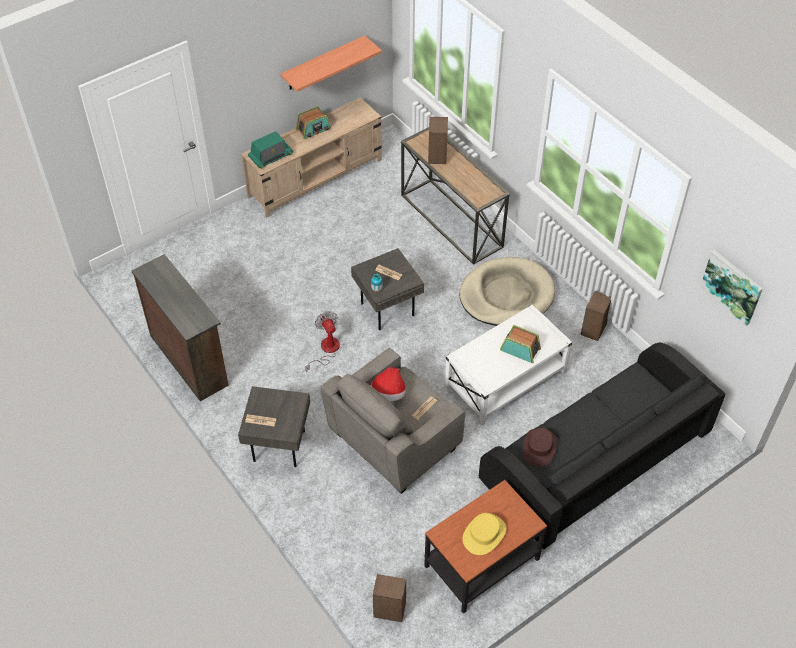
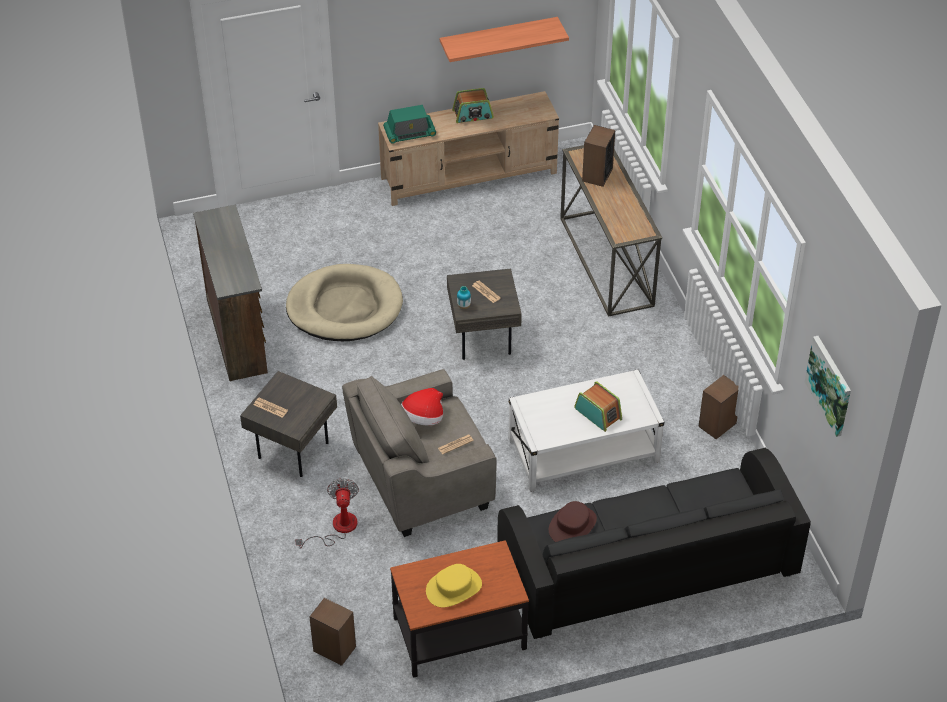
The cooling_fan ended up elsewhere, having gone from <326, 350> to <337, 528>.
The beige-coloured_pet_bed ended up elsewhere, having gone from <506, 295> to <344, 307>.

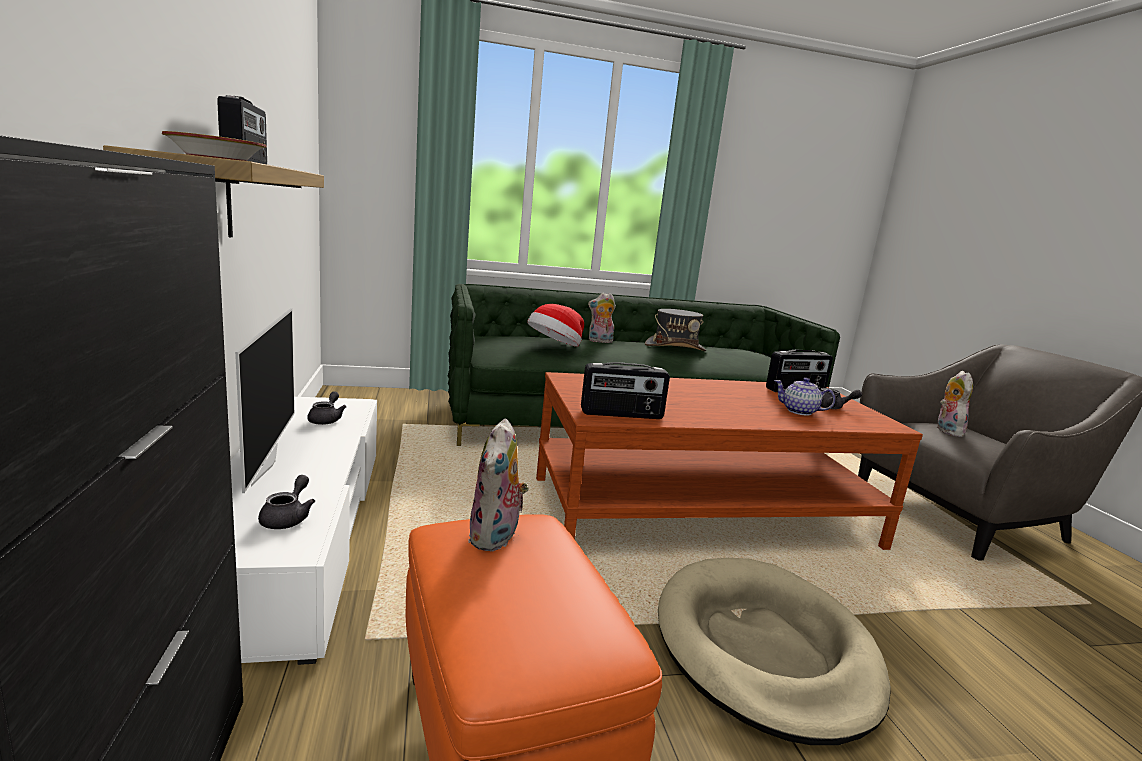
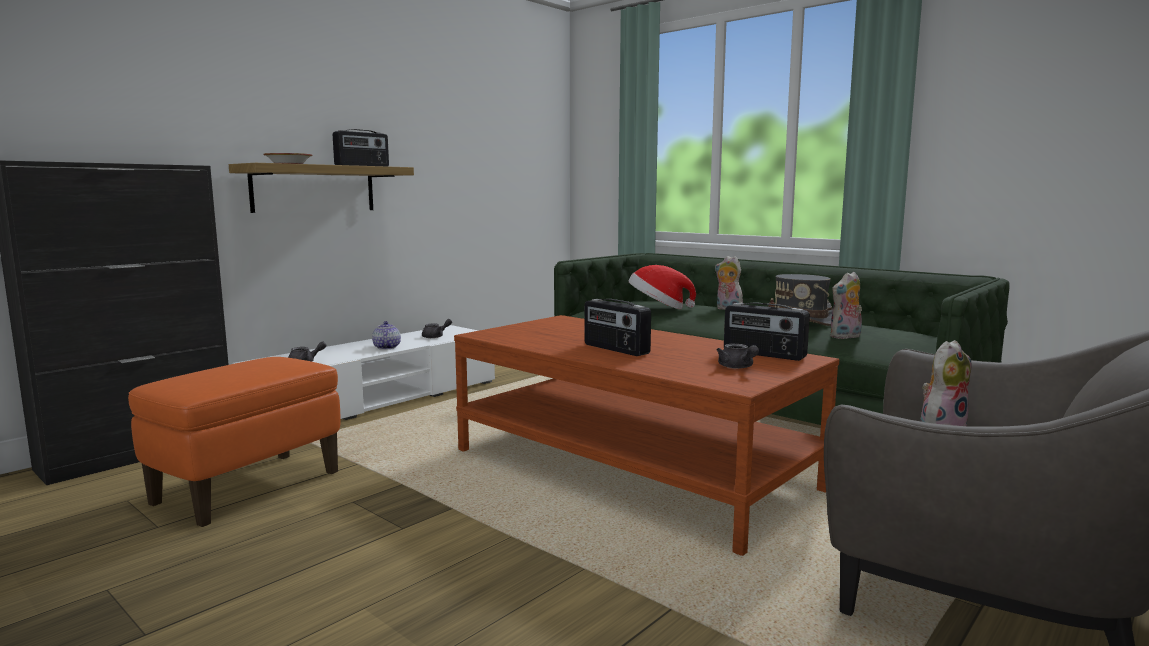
The second view lost the TV_set at <263, 463>.
The cuddly_toy ended up elsewhere, having gone from <496, 538> to <845, 337>.
The radio ended up elsewhere, having gone from <621, 414> to <615, 349>.
The second view lost the beige-coloured_pet_bed at <764, 649>.
The teapot ended up elsewhere, having gone from <800, 411> to <386, 347>.

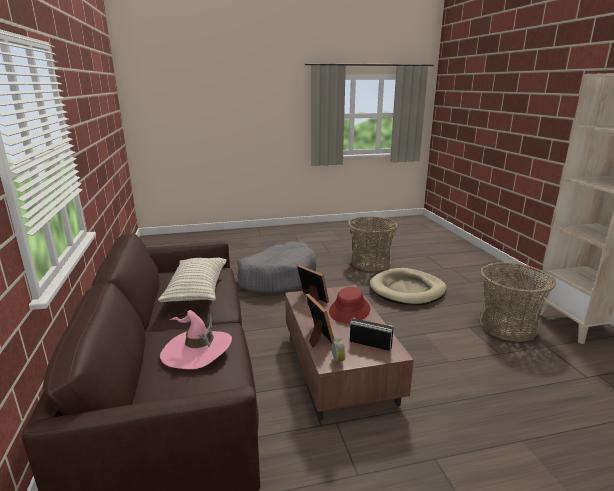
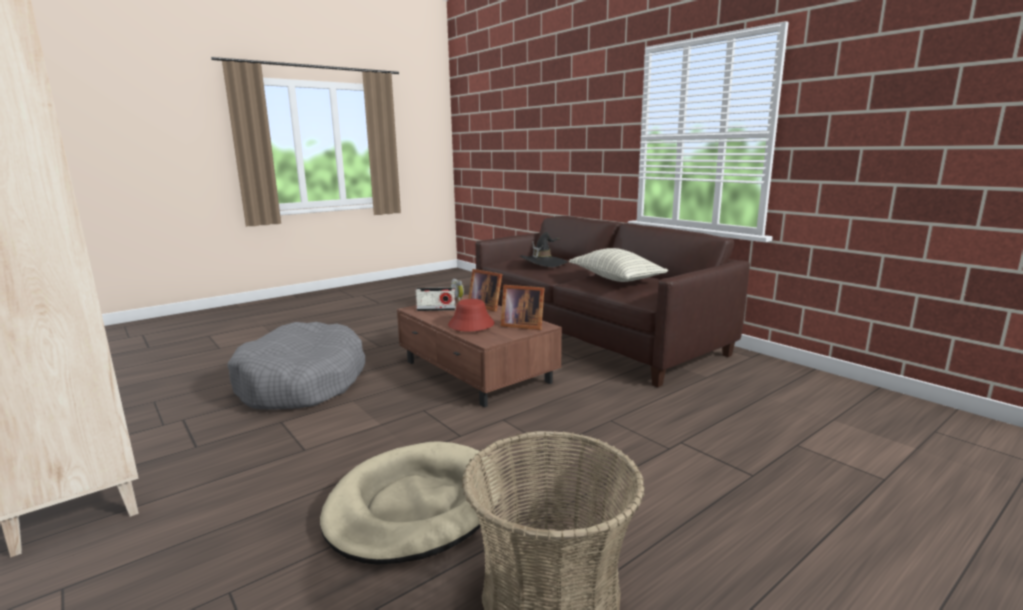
What was the pinkish_clothing_hat at <197, 351> turned into the black-coloured_clothing_hat at <543, 263>.
The greyish_pet_bed ended up elsewhere, having gone from <278, 277> to <302, 383>.
The second view lost the basket at <507, 326>.

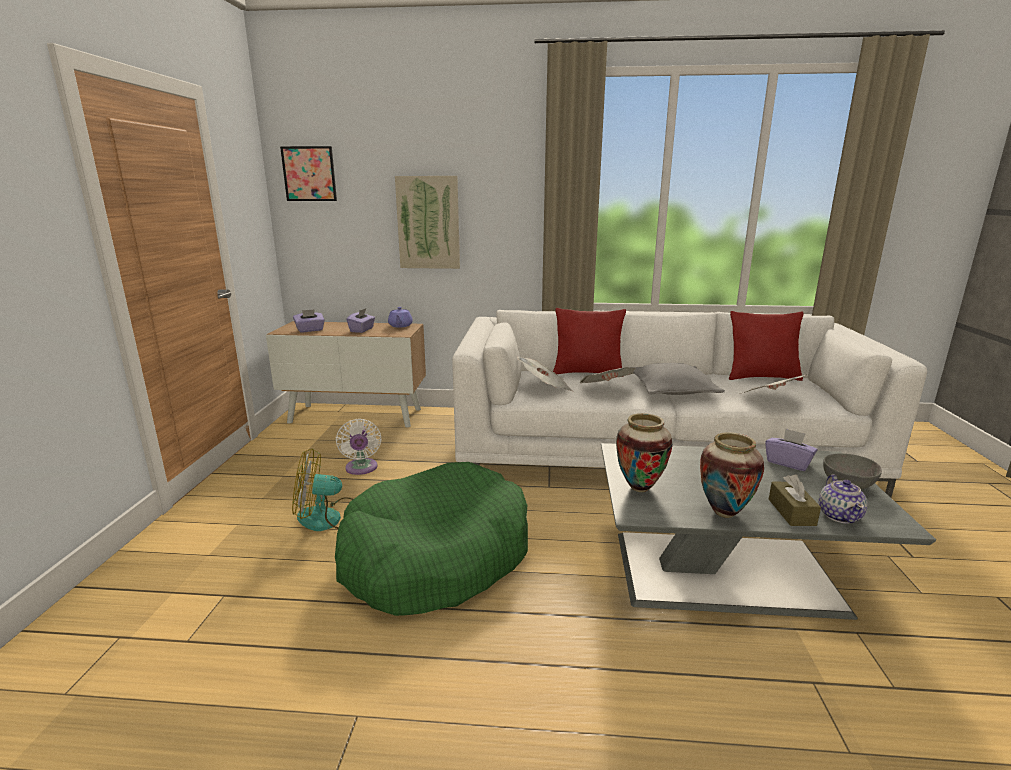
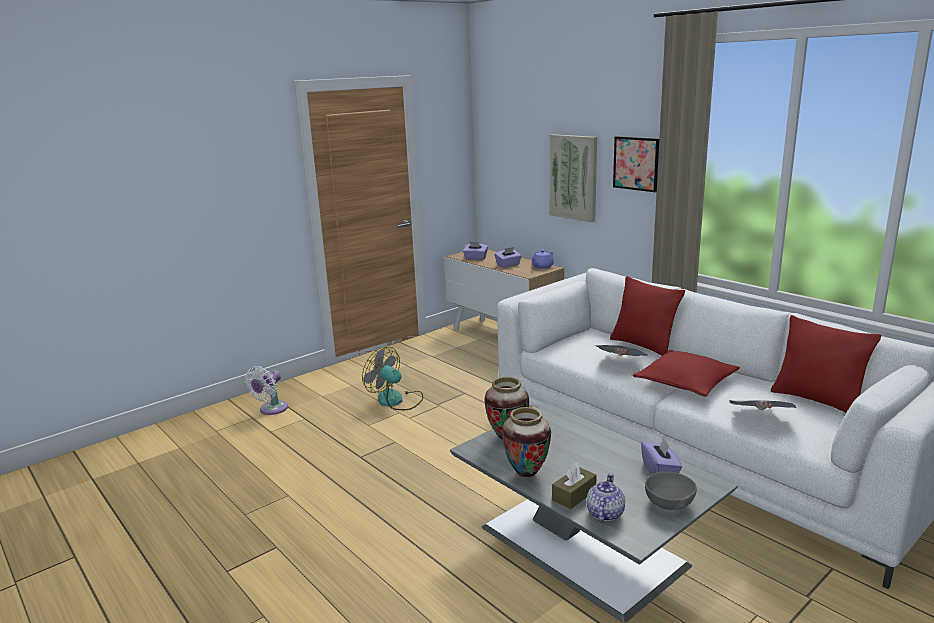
The wall_picture ended up elsewhere, having gone from <309, 174> to <636, 163>.
The second view lost the green-coloured_pet_bed at <436, 556>.
The whitish_cooling_fan ended up elsewhere, having gone from <361, 469> to <271, 409>.
The second view lost the printed_paper at <545, 388>.
What was the greyish_cushion at <672, 390> turned into the red-coloured_cushion at <685, 383>.
The teapot at <839, 515> ended up facing another way, 150 degrees clockwise from before.

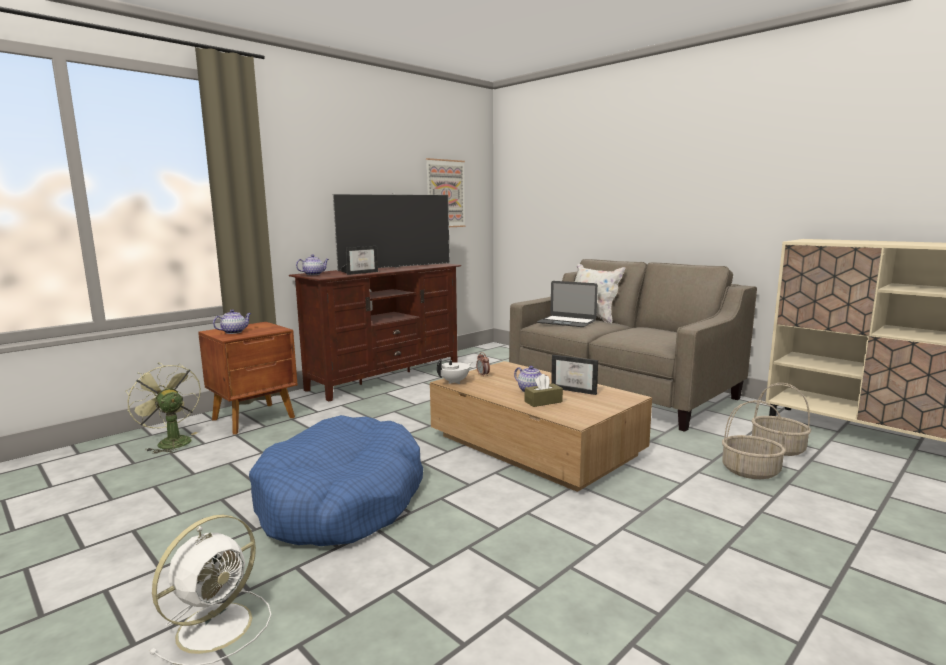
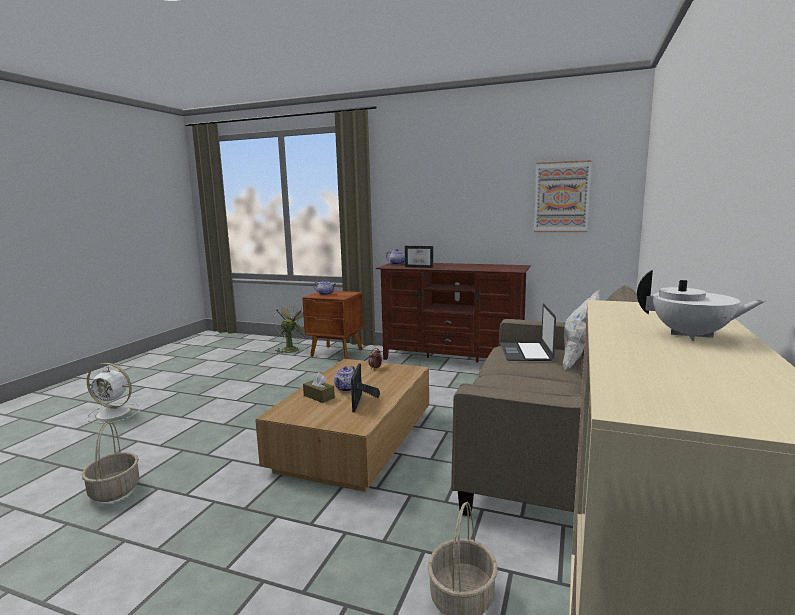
The second view lost the blue_pet_bed at <341, 501>.
The second view lost the TV_set at <396, 267>.
The whitish_teapot ended up elsewhere, having gone from <455, 382> to <692, 336>.
The basket ended up elsewhere, having gone from <750, 471> to <114, 490>.

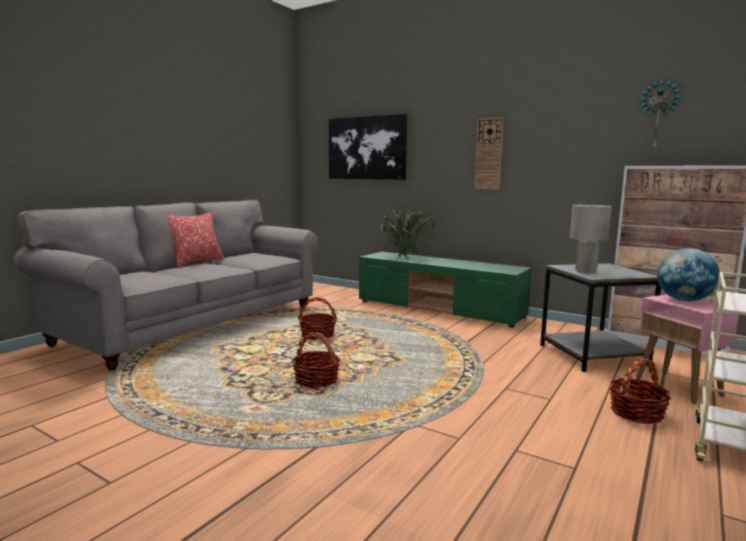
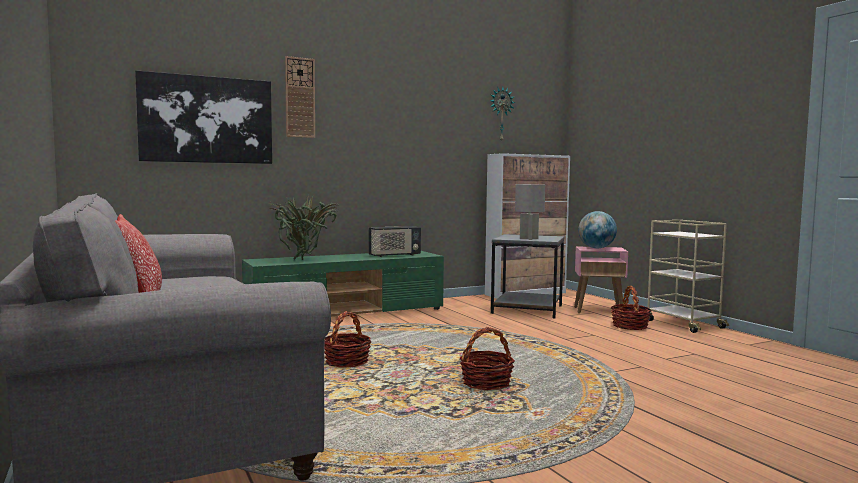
The wall_clock ended up elsewhere, having gone from <489, 154> to <300, 97>.
The second view gained the radio at <394, 255>.

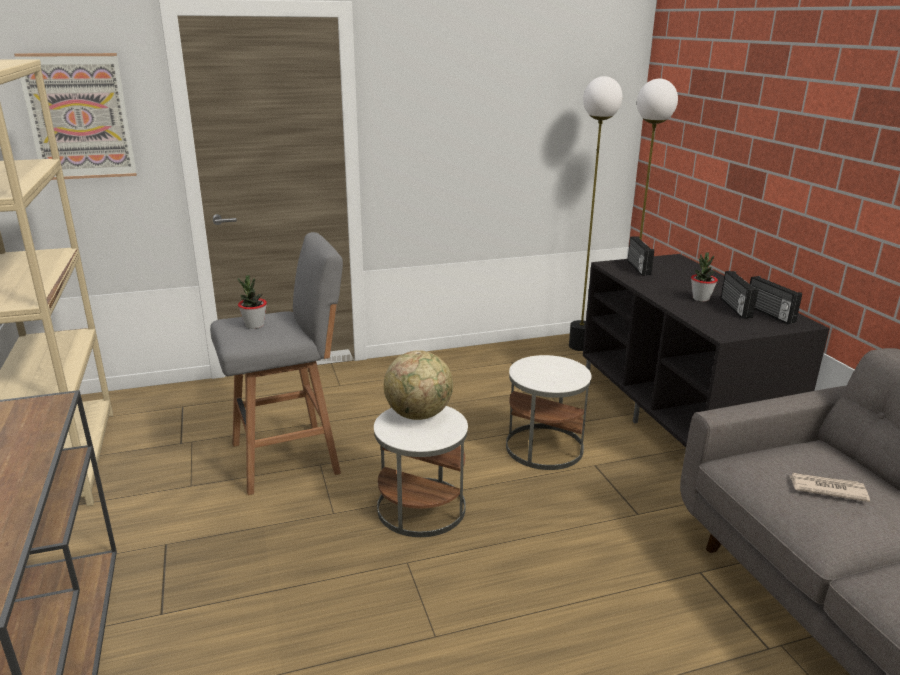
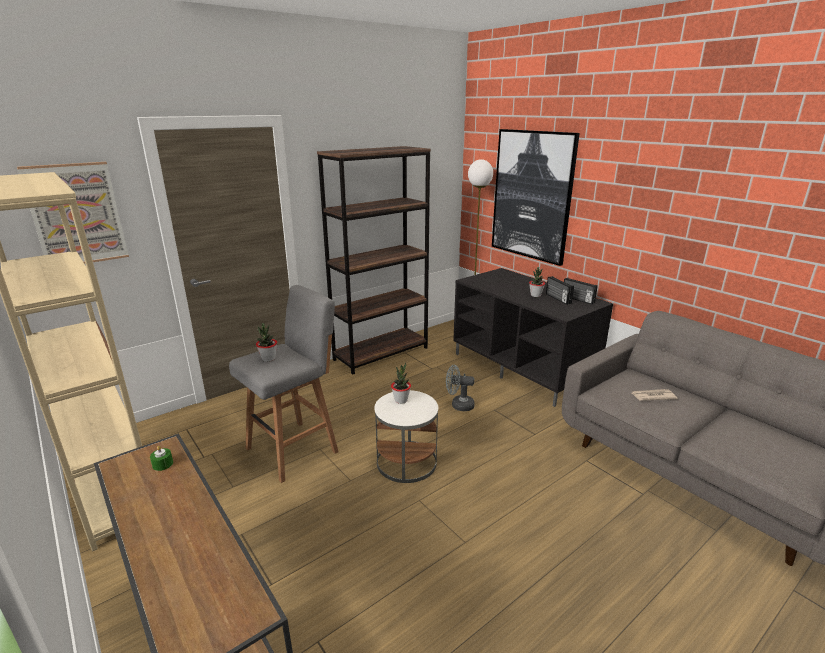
Where the globe stood at <419, 415>, the houseplant came to stand at <401, 400>.
Where the whitish_accent_table stood at <544, 448>, the greyish_cooling_fan came to stand at <458, 405>.
The second view lost the standing_lamp at <580, 346>.
The second view lost the radio at <637, 268>.
The second view gained the green-coloured_candle at <162, 464>.
The second view gained the brown_bookshelf at <381, 353>.
The second view gained the wall_picture at <532, 195>.

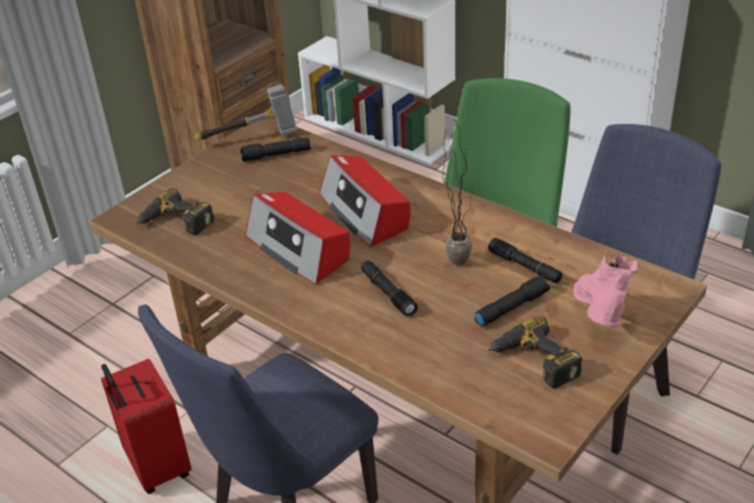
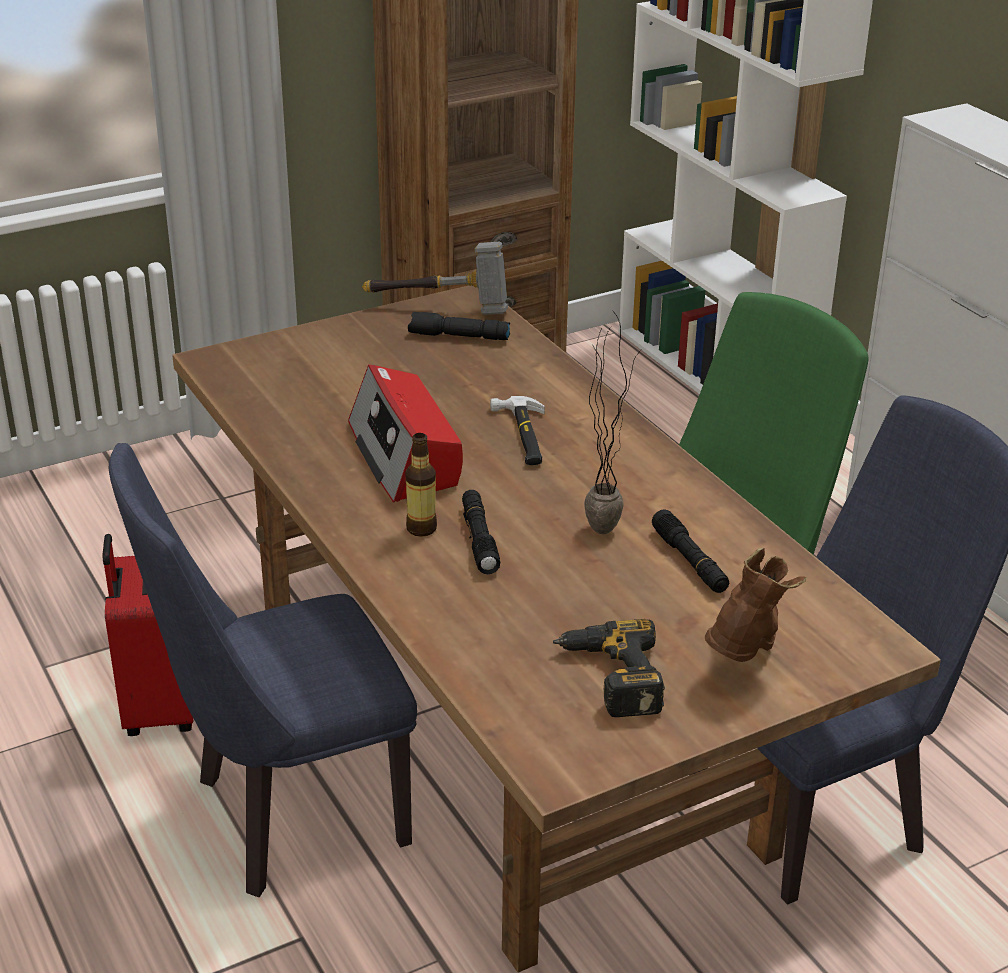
The second view lost the drill at <175, 223>.
Where the radio stood at <365, 212>, the hand_hammer came to stand at <523, 435>.
The second view lost the black-coloured_flashlight at <511, 307>.
What was the pinkish_boot at <599, 318> turned into the brown_boot at <744, 654>.
The second view gained the bottle at <421, 528>.

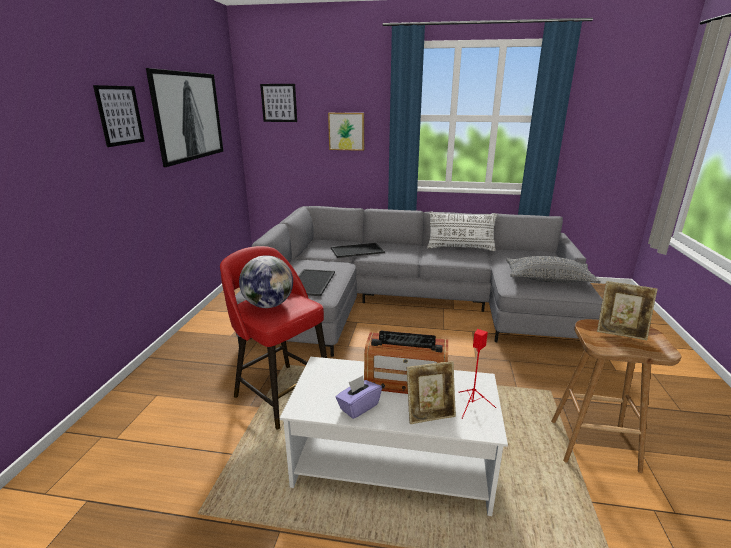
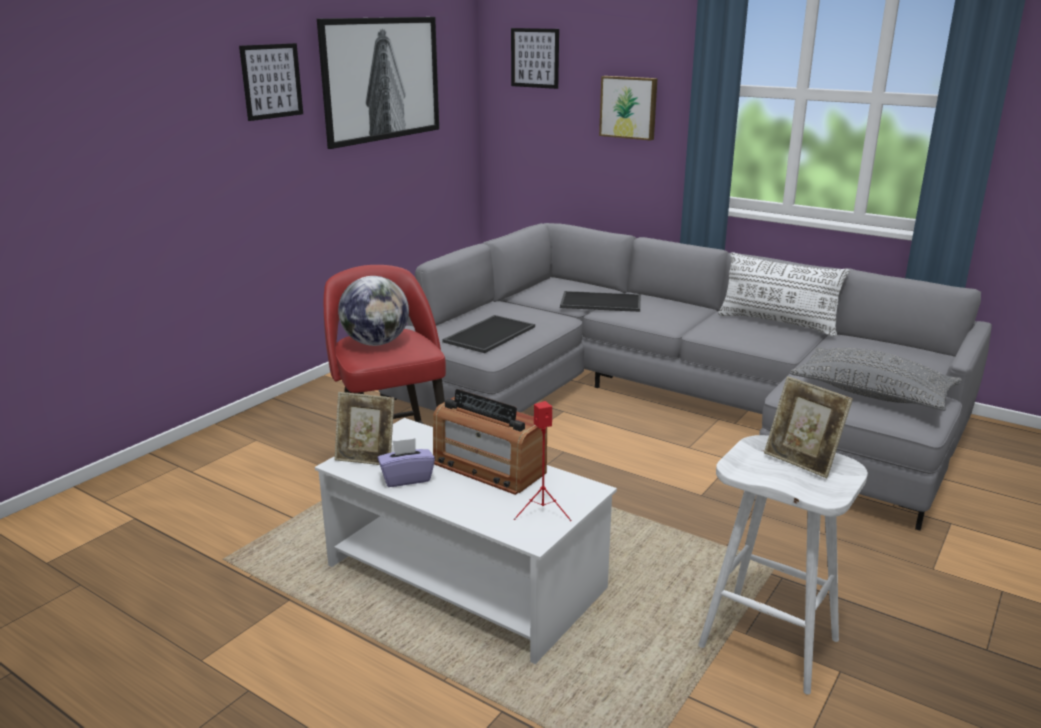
The photo_frame ended up elsewhere, having gone from <430, 414> to <366, 458>.
What was the brown_sitting_stool at <594, 444> turned into the whitish_sitting_stool at <771, 643>.

